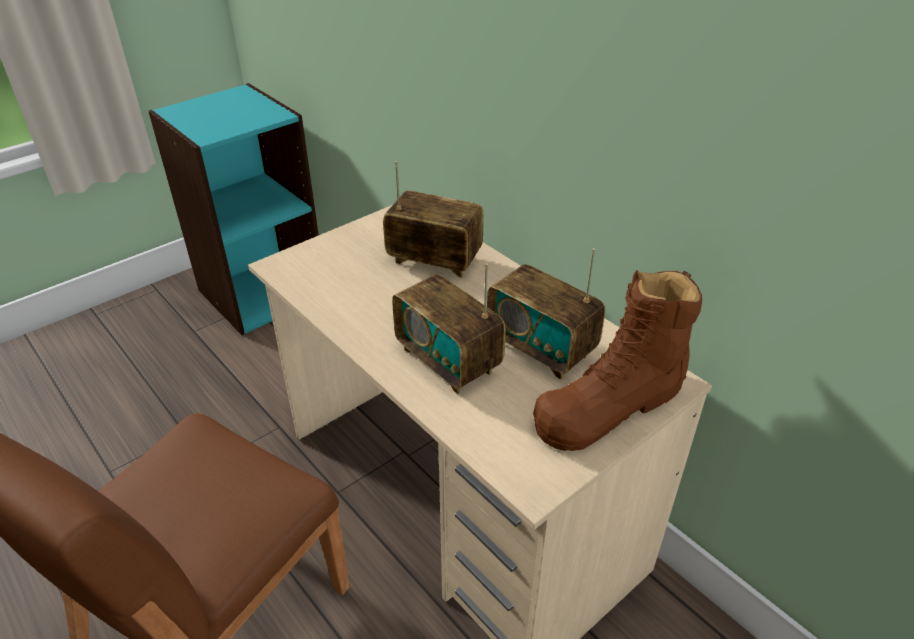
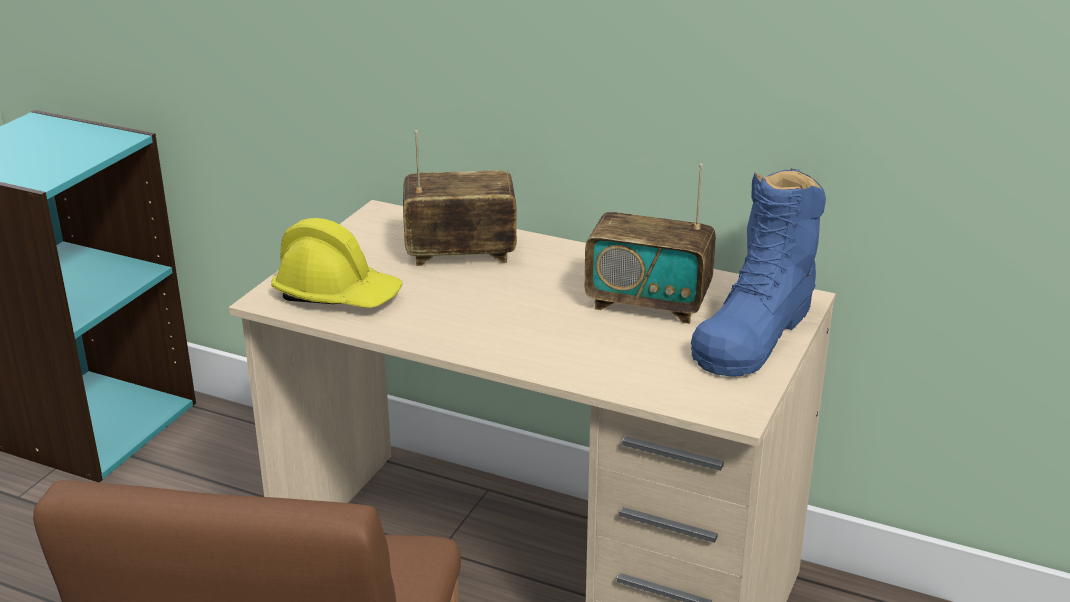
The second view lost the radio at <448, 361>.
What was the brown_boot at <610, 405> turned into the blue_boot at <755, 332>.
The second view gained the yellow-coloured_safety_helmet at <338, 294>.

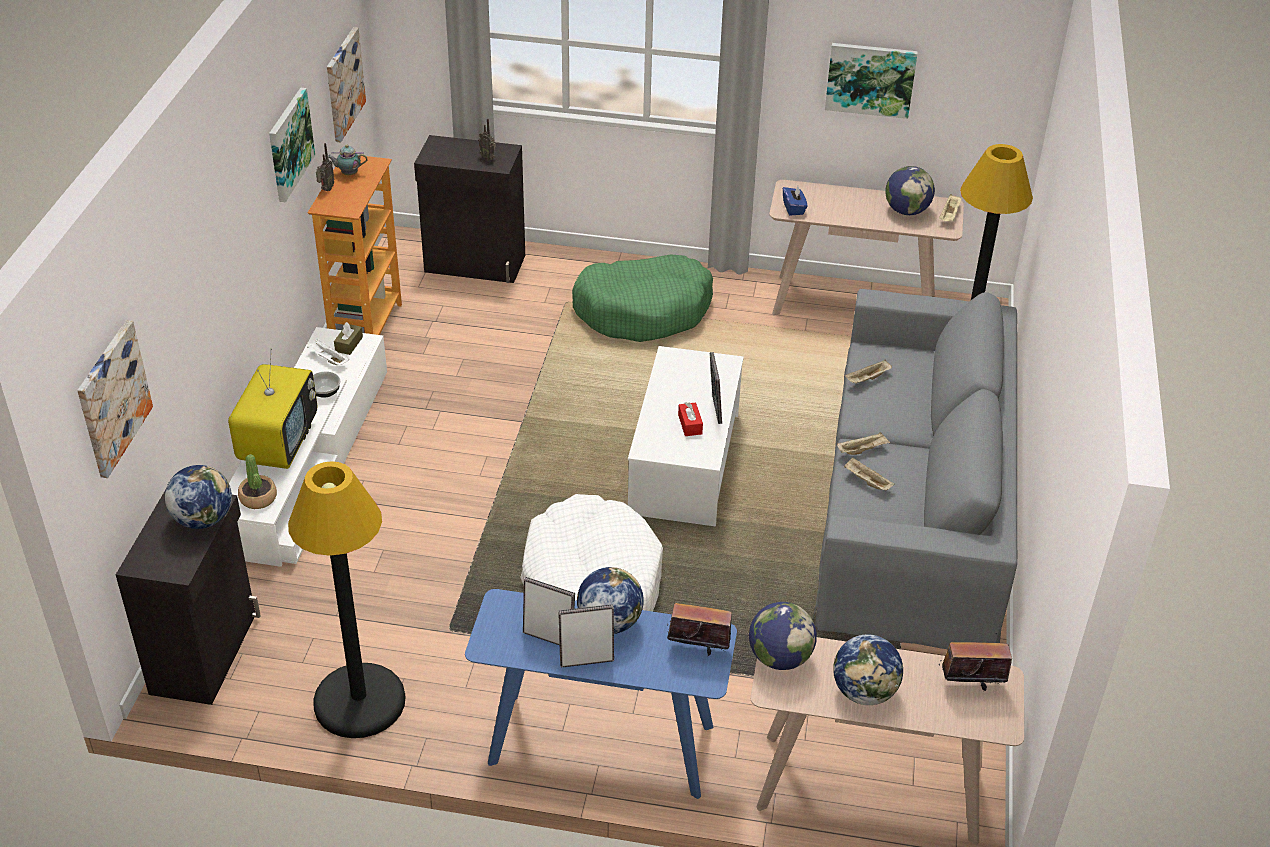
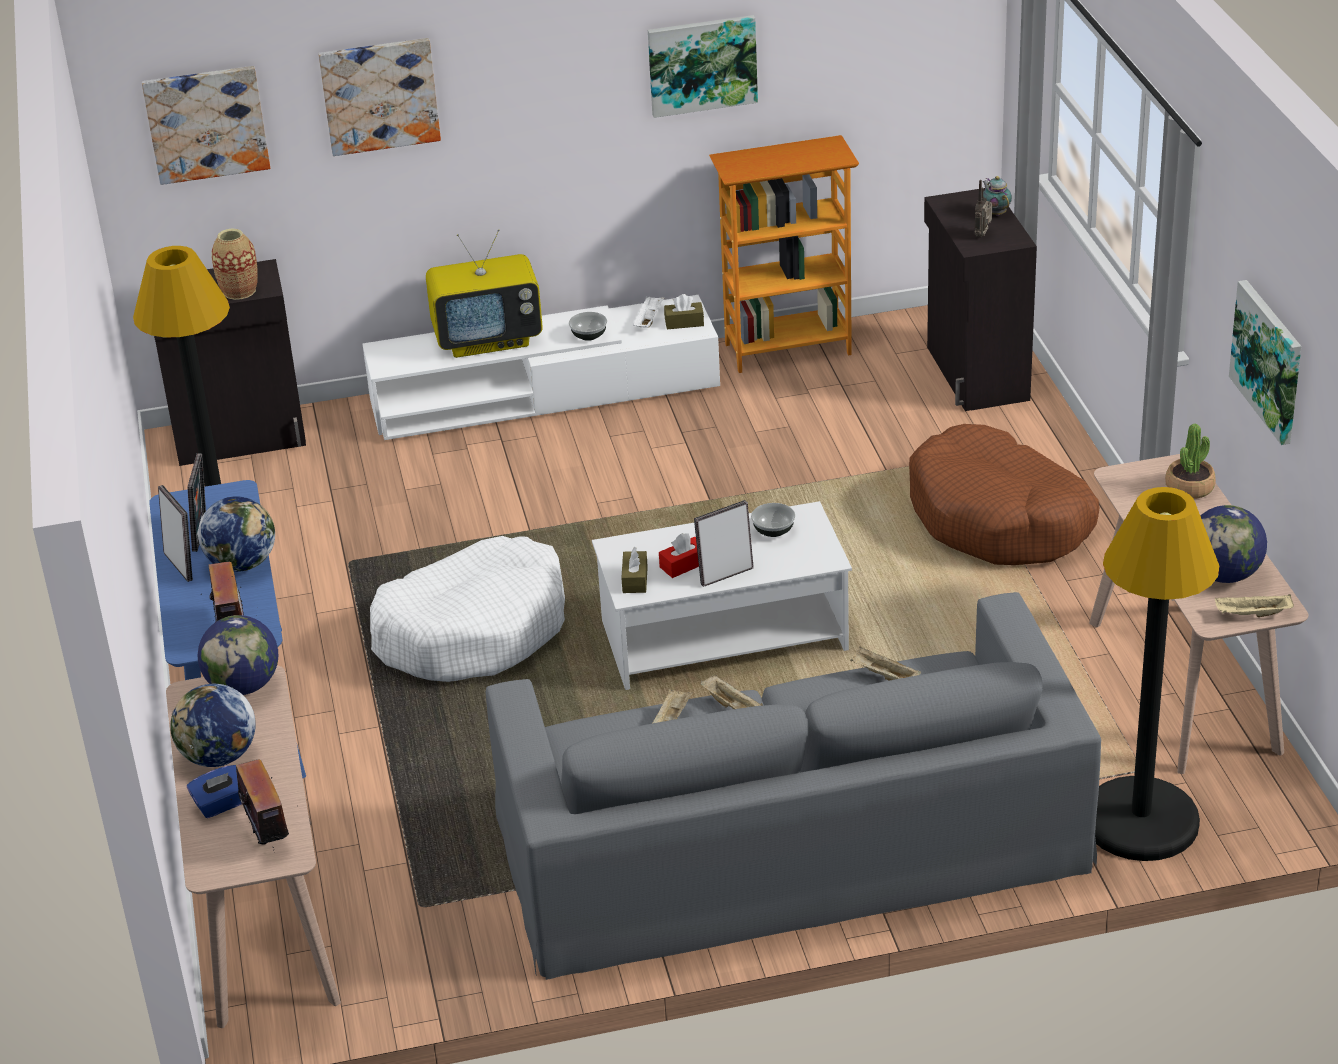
Where the globe stood at <203, 519>, the decorative_vase came to stand at <239, 291>.
The houseplant ended up elsewhere, having gone from <258, 498> to <1189, 487>.
The second view lost the radio at <326, 189>.
The wall_picture ended up elsewhere, having gone from <343, 84> to <379, 95>.
The teapot ended up elsewhere, having gone from <348, 174> to <995, 213>.
What was the green-coloured_pet_bed at <643, 310> turned into the brown_pet_bed at <999, 519>.
The blue_tissue_box ended up elsewhere, having gone from <794, 208> to <221, 804>.
The second view gained the brown_tissue_box at <635, 579>.
The second view gained the bowl at <773, 530>.

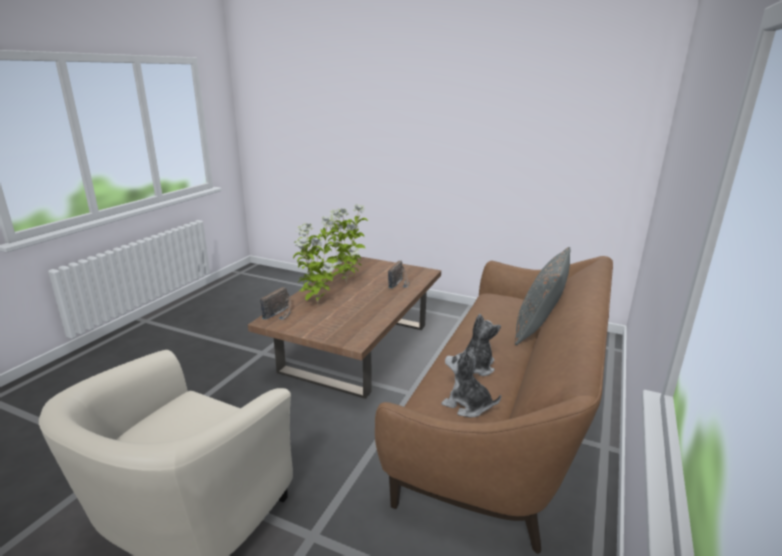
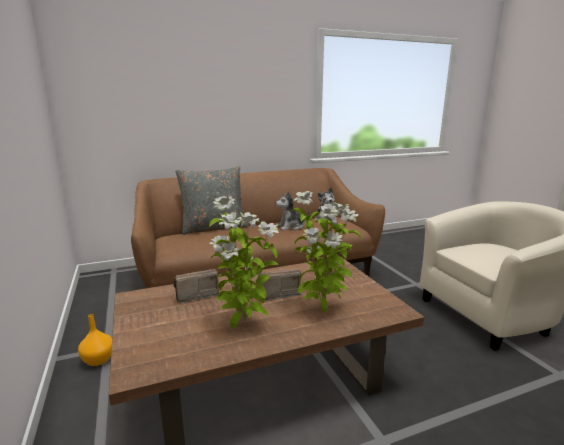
The radio ended up elsewhere, having gone from <280, 314> to <276, 294>.
The second view gained the orangey_decorative_vase at <98, 360>.

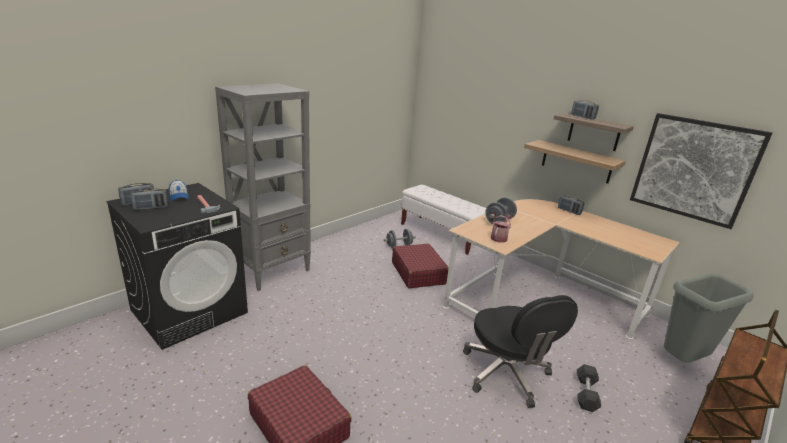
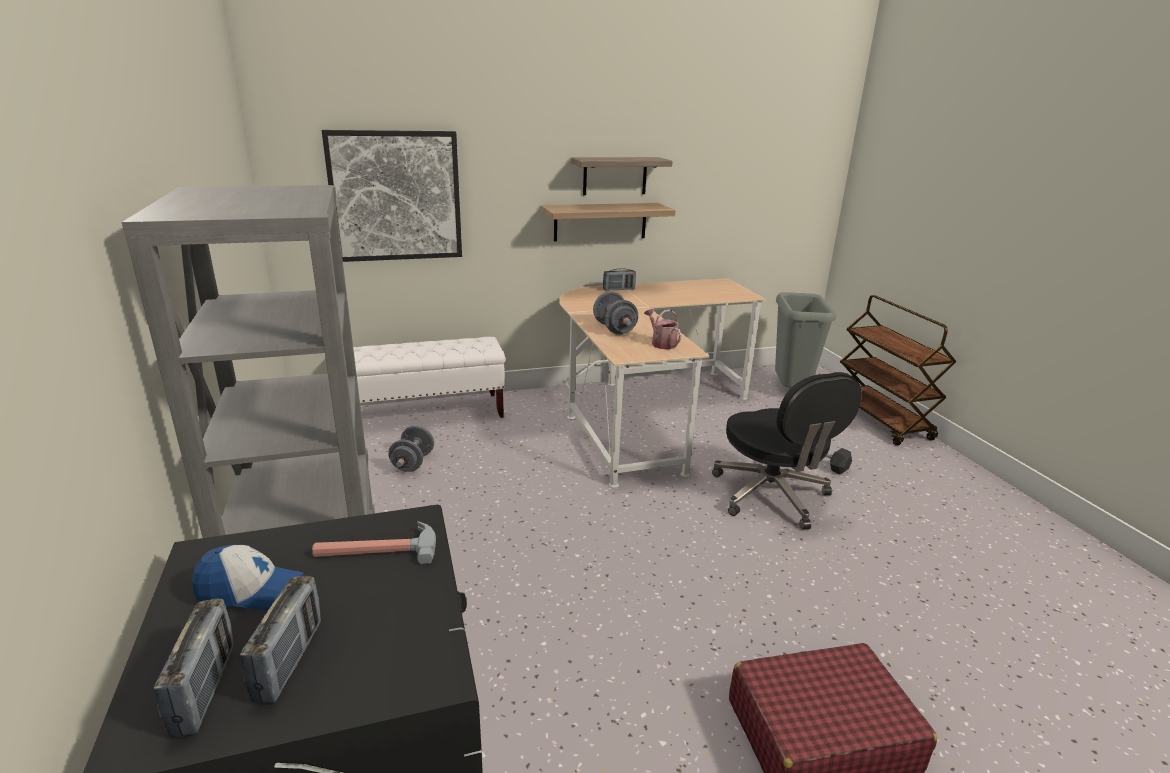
The second view lost the red-coloured_travel_case at <418, 273>.
The black-coloured_office_chair at <506, 374> ended up facing another way, 60 degrees clockwise from before.
The second view lost the radio at <582, 117>.
The wall_picture ended up elsewhere, having gone from <694, 169> to <396, 196>.

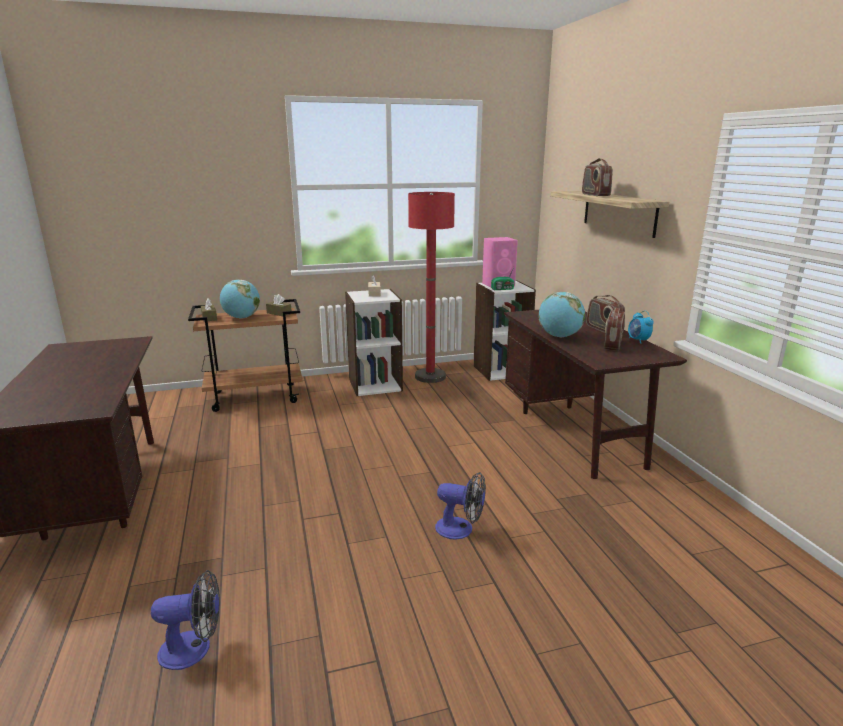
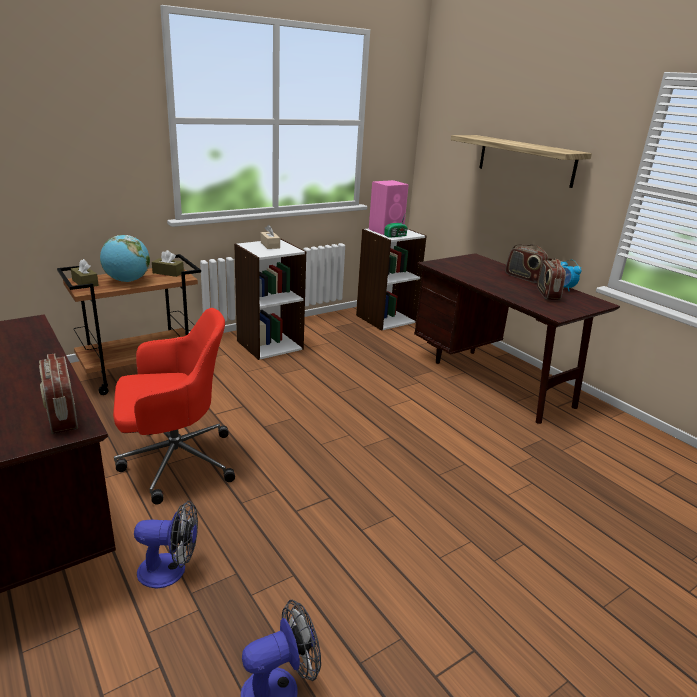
The second view lost the red-coloured_standing_lamp at <430, 376>.
The cooling_fan ended up elsewhere, having gone from <461, 529> to <170, 570>.
The second view lost the globe at <559, 336>.
The radio ended up elsewhere, having gone from <595, 195> to <61, 416>.
The second view gained the red-coloured_office_chair at <175, 461>.

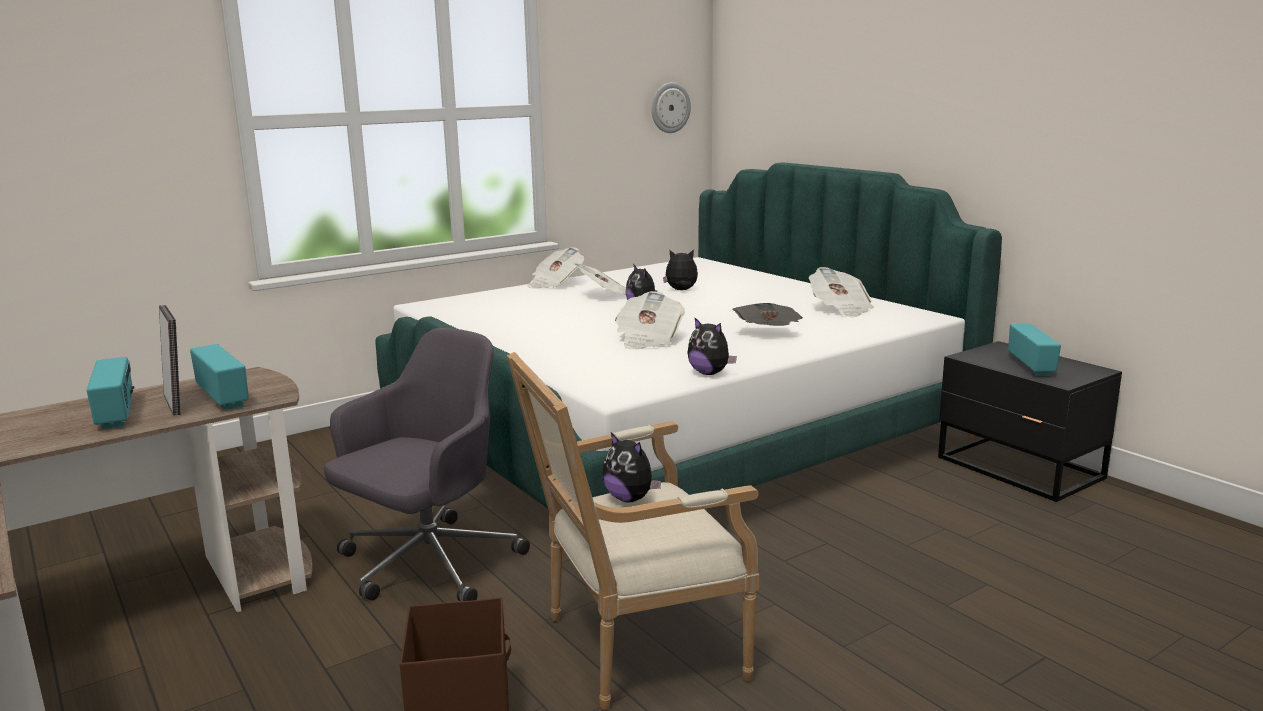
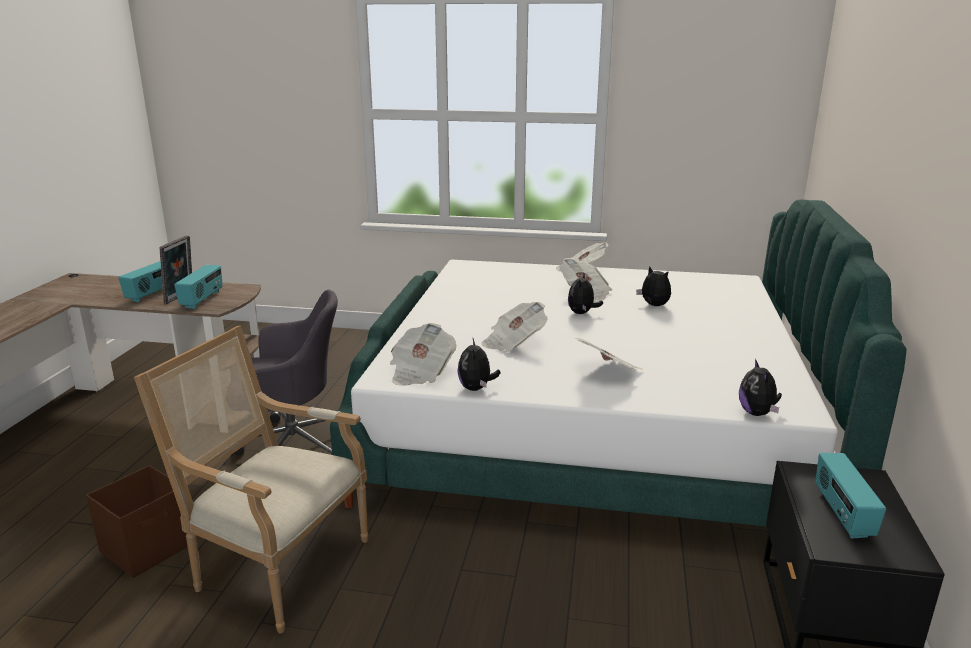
The cuddly_toy ended up elsewhere, having gone from <630, 499> to <757, 413>.
The second view lost the wall_clock at <670, 107>.
The printed_paper ended up elsewhere, having gone from <840, 309> to <420, 372>.
The radio at <1031, 366> ended up facing another way, 135 degrees clockwise from before.

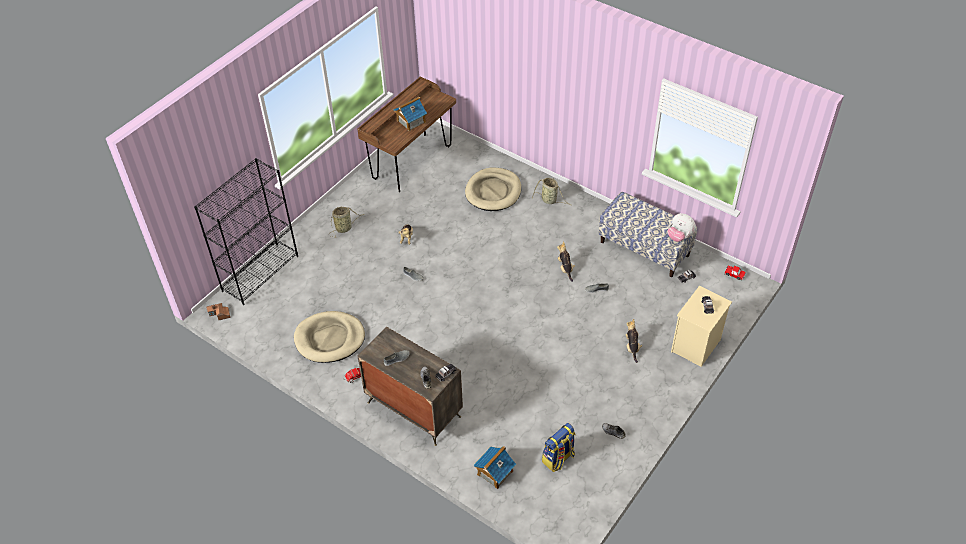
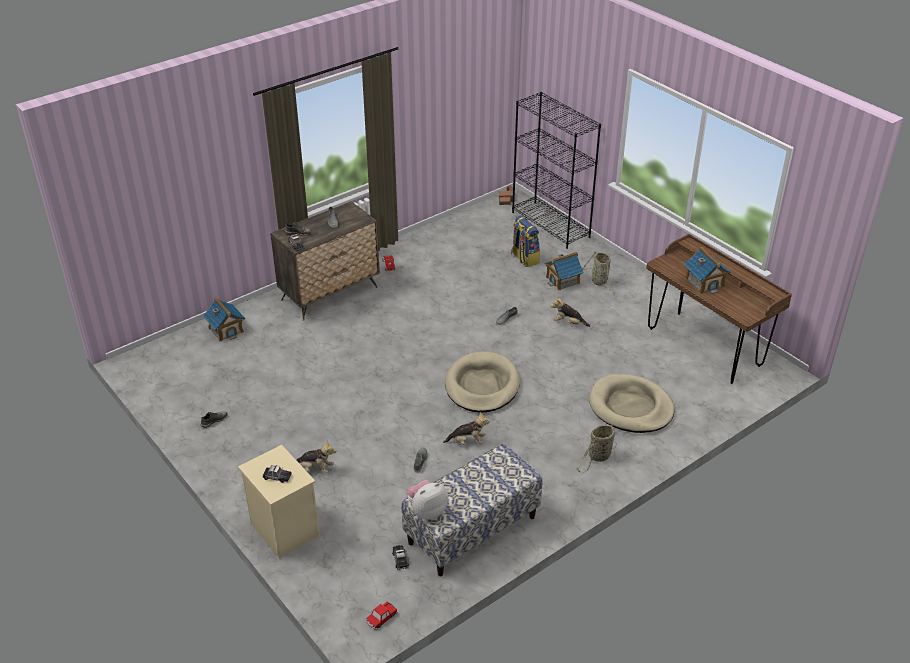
The beige-coloured_pet_bed ended up elsewhere, having gone from <330, 339> to <482, 385>.
The backpack ended up elsewhere, having gone from <558, 459> to <524, 258>.
The second view gained the miniature_house at <563, 280>.

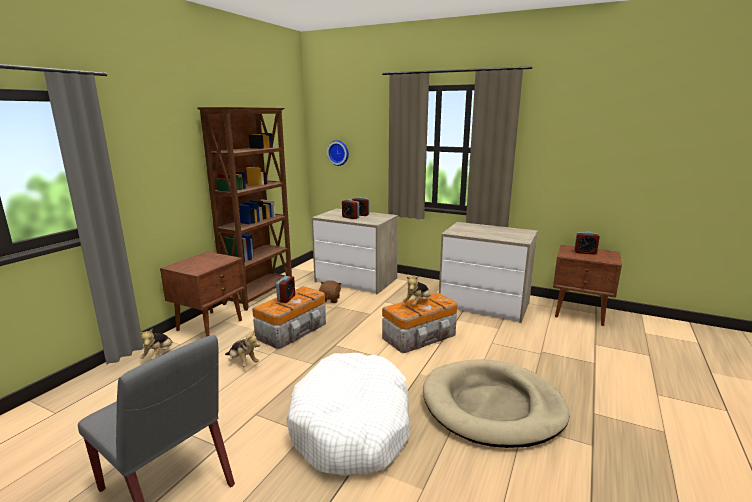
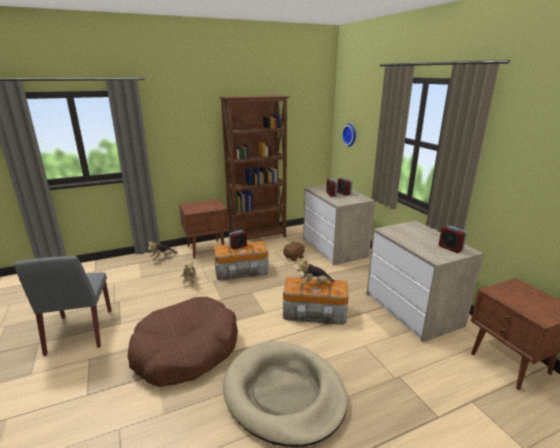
What was the whitish_pet_bed at <352, 426> turned into the brown_pet_bed at <186, 350>.
The table_clock ended up elsewhere, having gone from <585, 252> to <450, 248>.

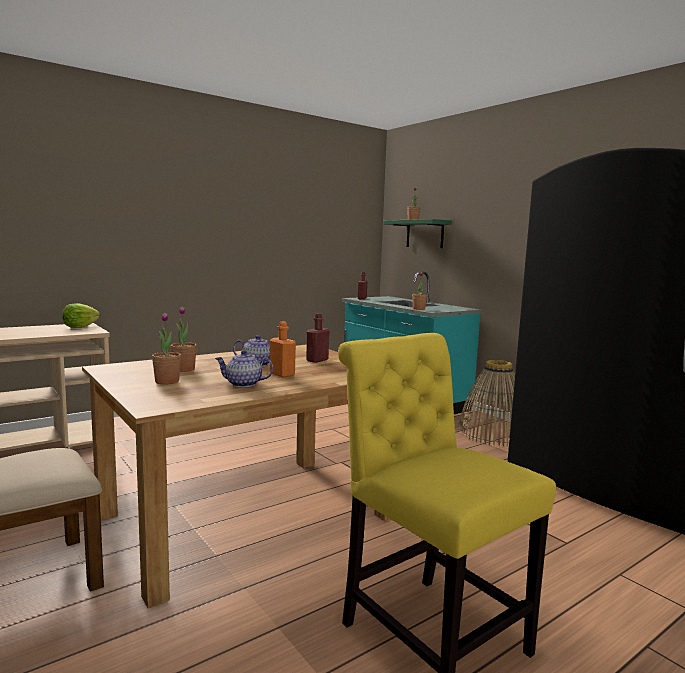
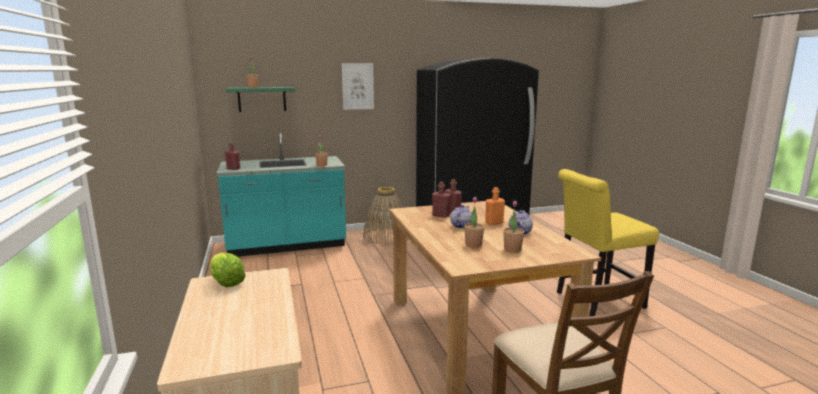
The second view gained the wall_picture at <357, 86>.
The second view gained the red-coloured_bottle at <440, 215>.

